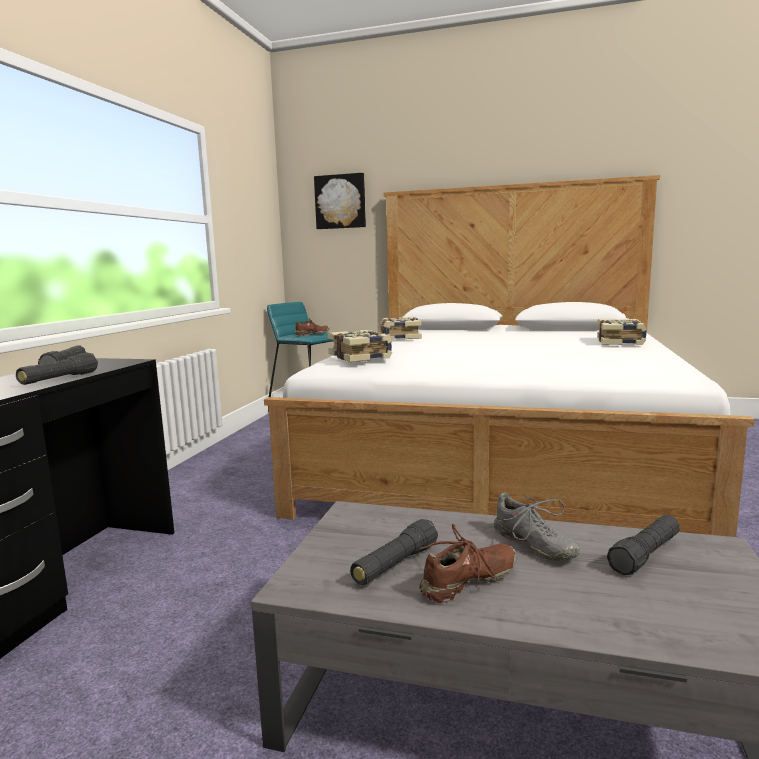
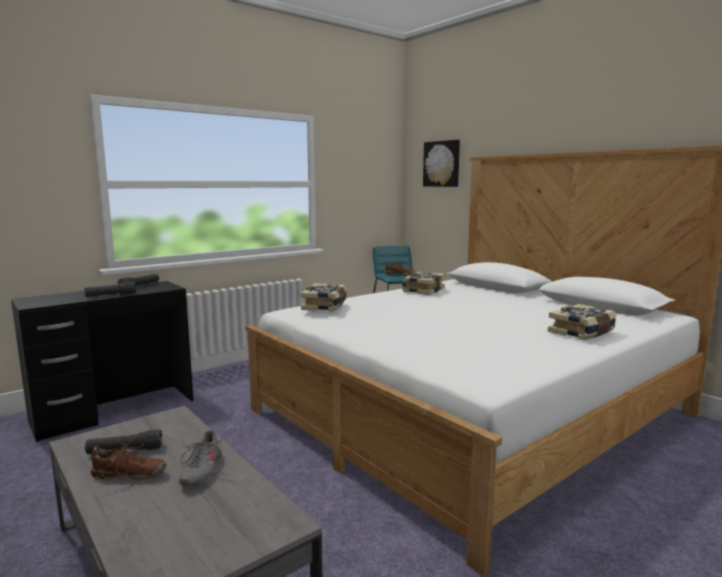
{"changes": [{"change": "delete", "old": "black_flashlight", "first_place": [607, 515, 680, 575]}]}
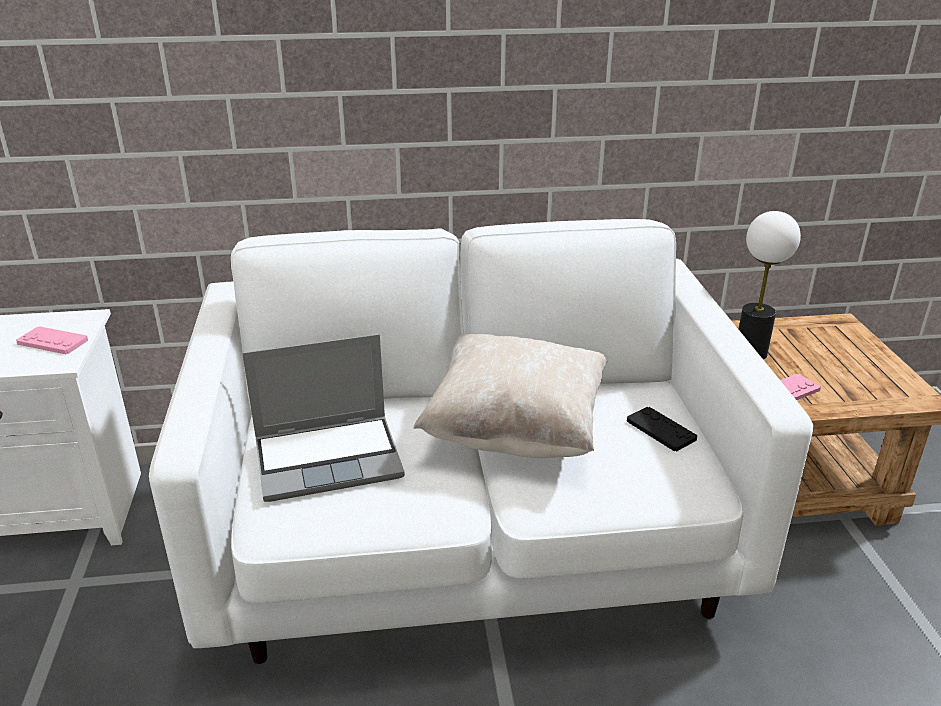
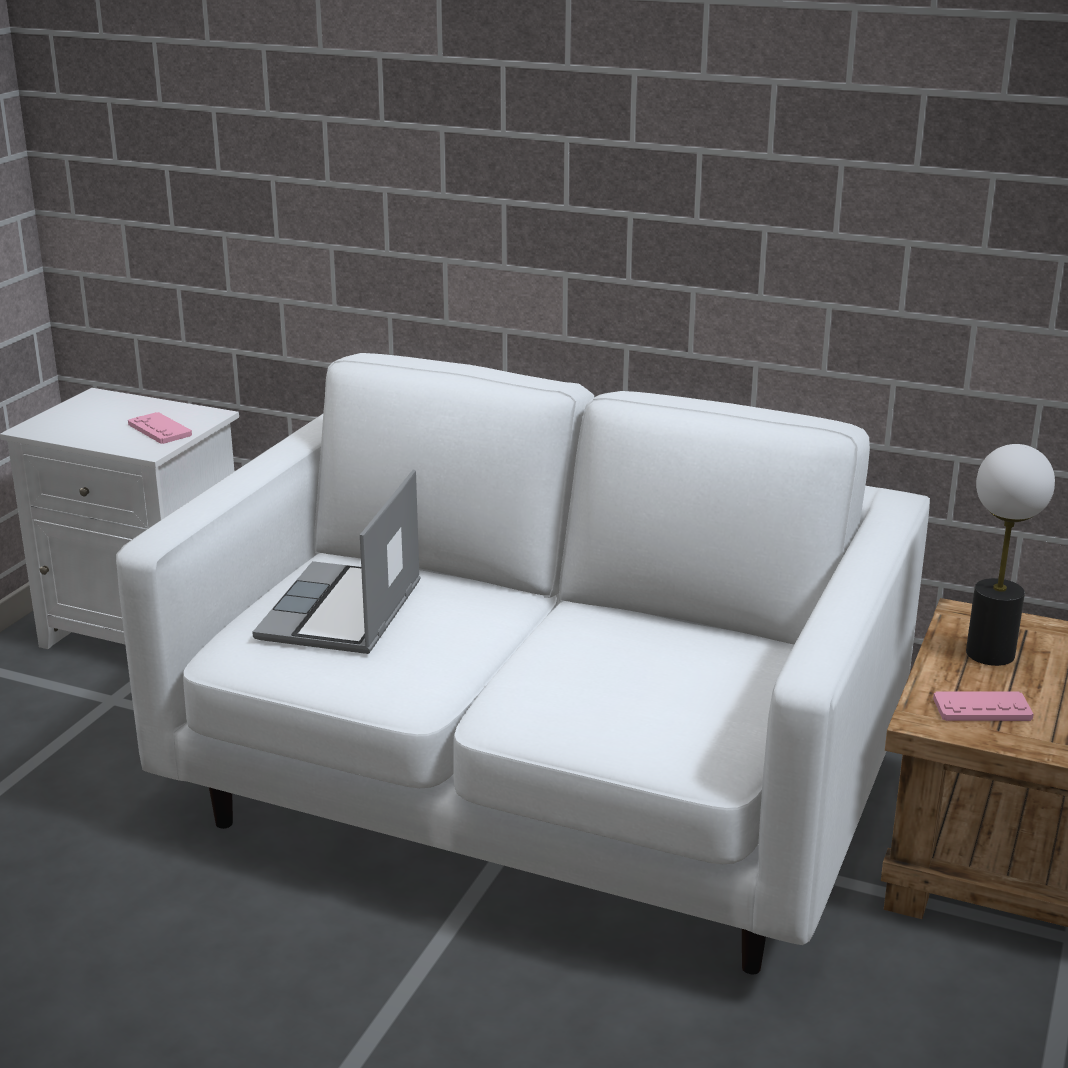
{"changes": [{"change": "rotate", "old": "laptop", "first_place": [242, 334, 405, 502], "second_place": [252, 470, 420, 654], "degrees": 90}, {"change": "delete", "old": "beige_pillow", "first_place": [413, 333, 607, 458]}, {"change": "delete", "old": "black_game_controller", "first_place": [627, 407, 697, 452]}]}
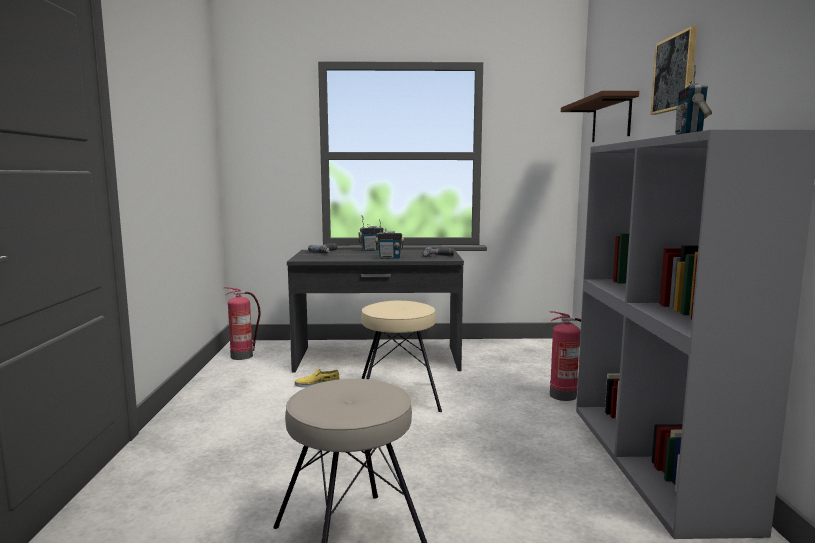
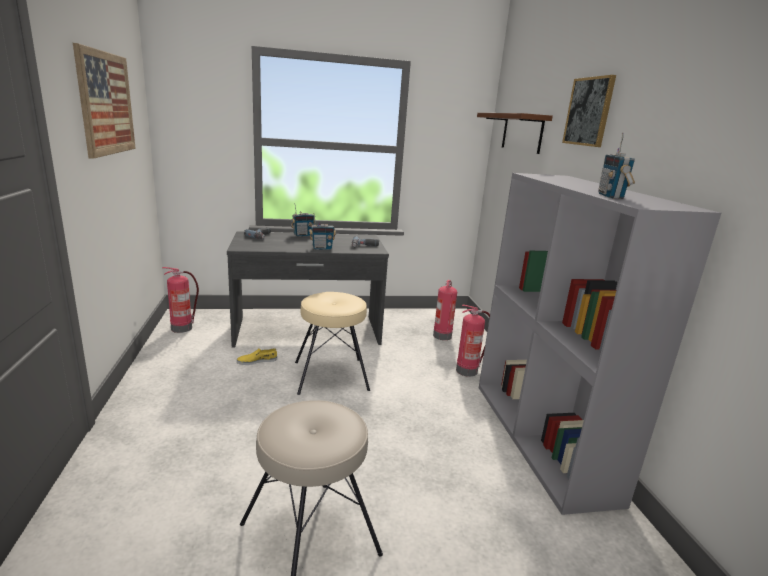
{"changes": [{"change": "insert", "new": "picture", "second_place": [73, 43, 136, 159]}, {"change": "insert", "new": "fire_extinguisher", "second_place": [433, 280, 457, 340]}]}
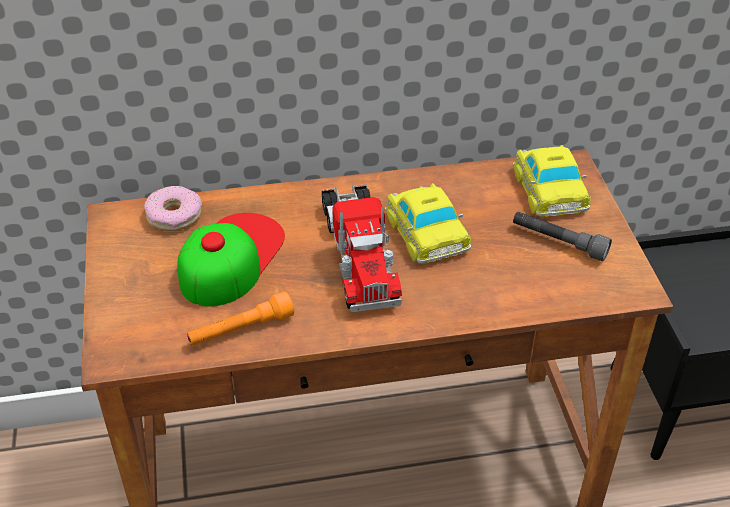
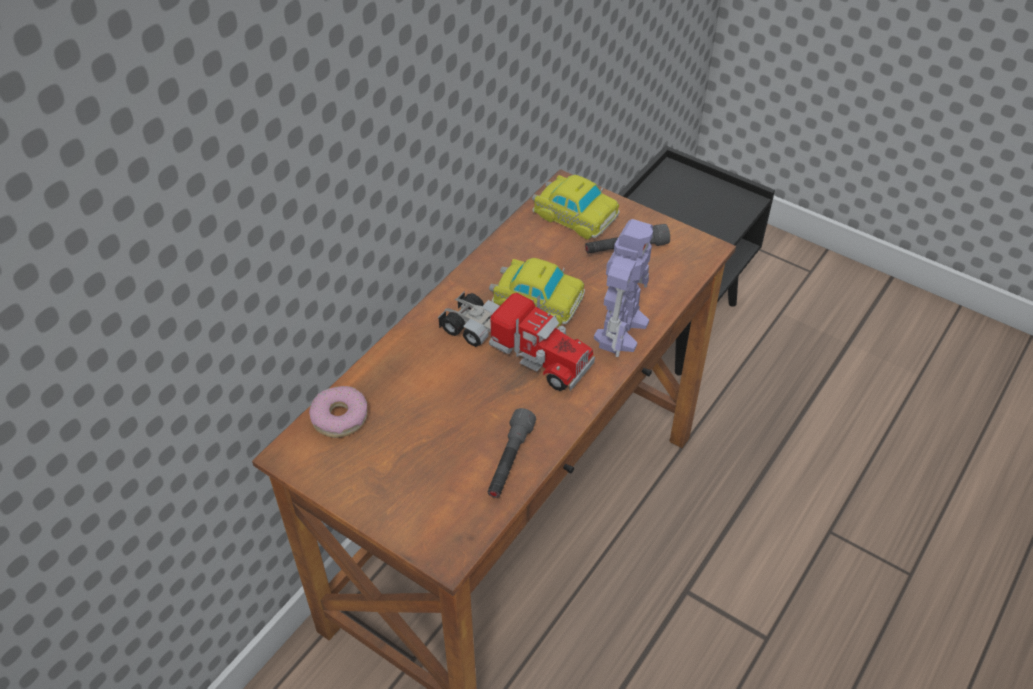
{"changes": [{"change": "recolor", "old": "orange_flashlight", "new": "grey_flashlight", "first_place": [187, 292, 294, 345], "second_place": [487, 408, 536, 498]}, {"change": "insert", "new": "toy_robot", "second_place": [594, 219, 653, 357]}, {"change": "delete", "old": "cap", "first_place": [177, 213, 285, 306]}]}
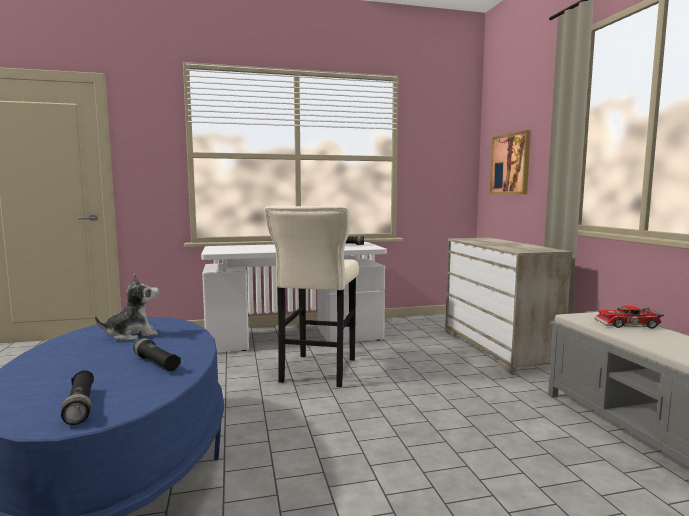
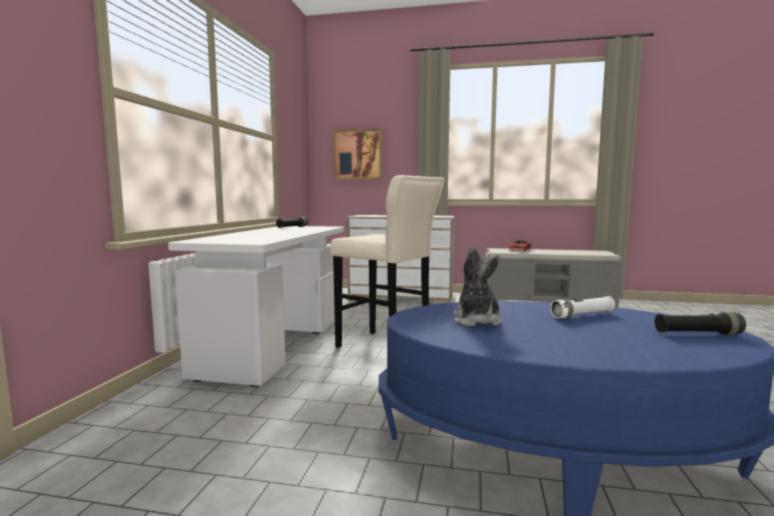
{"changes": [{"change": "recolor", "old": "black_flashlight", "new": "white_flashlight", "first_place": [133, 338, 181, 371], "second_place": [550, 296, 615, 319]}]}
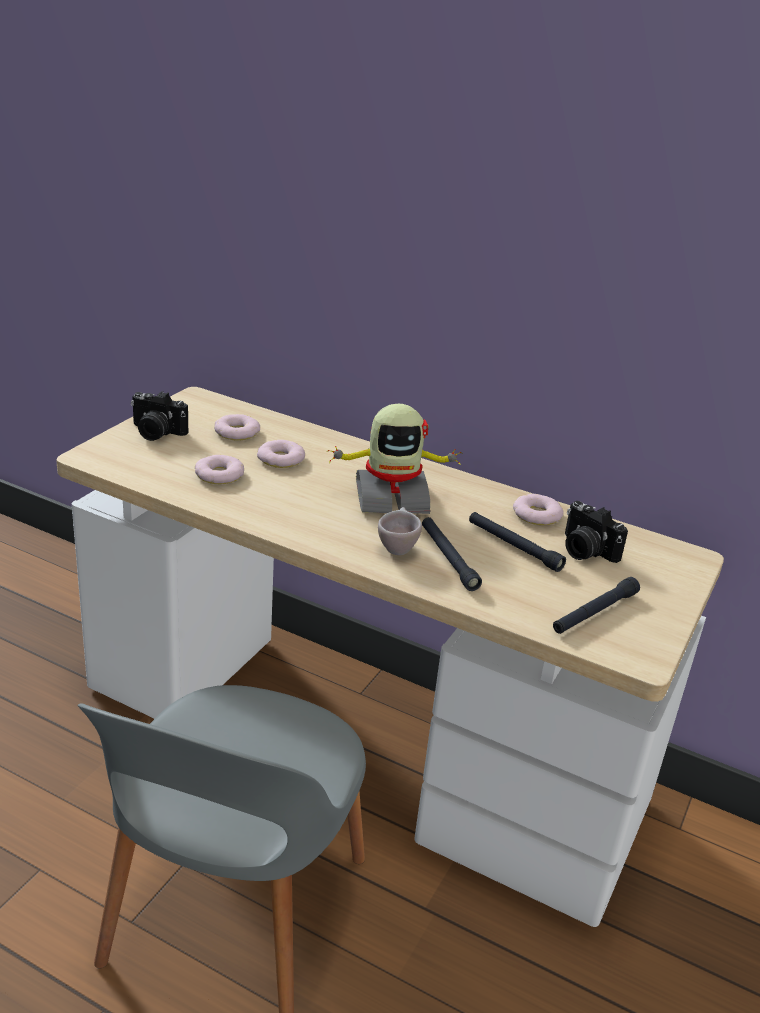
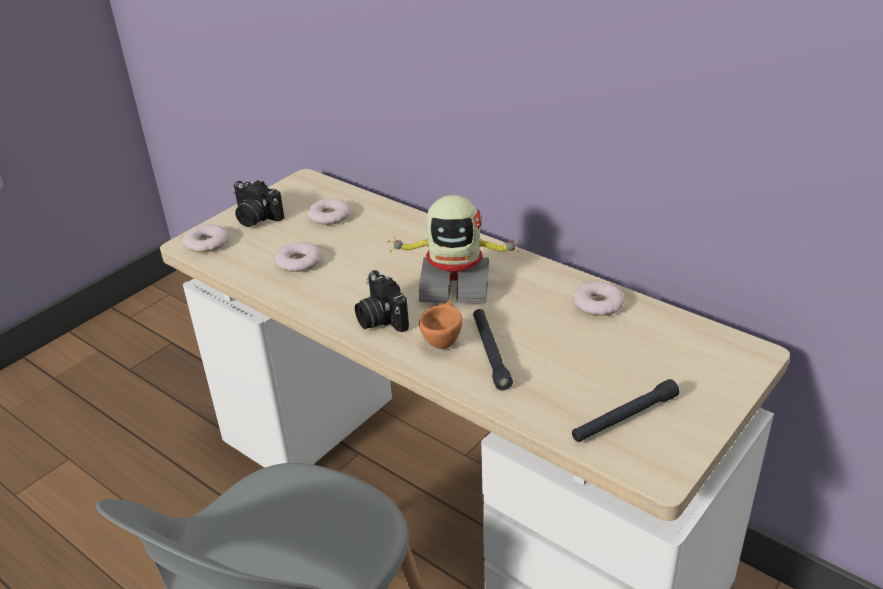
{"changes": [{"change": "move", "old": "donut", "first_place": [257, 440, 305, 468], "second_place": [182, 224, 228, 253]}, {"change": "move", "old": "photo_camera", "first_place": [565, 501, 628, 563], "second_place": [355, 270, 409, 332]}, {"change": "recolor", "old": "beige_cup", "new": "orange_cup", "first_place": [378, 507, 422, 555], "second_place": [419, 301, 462, 349]}, {"change": "delete", "old": "black_flashlight", "first_place": [469, 512, 566, 572]}]}
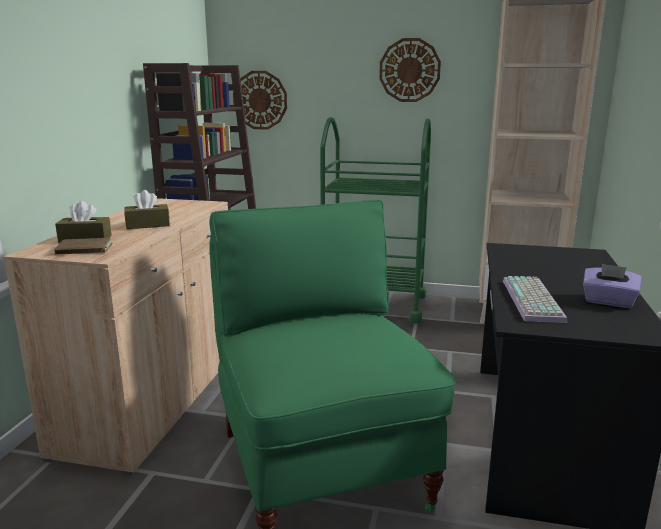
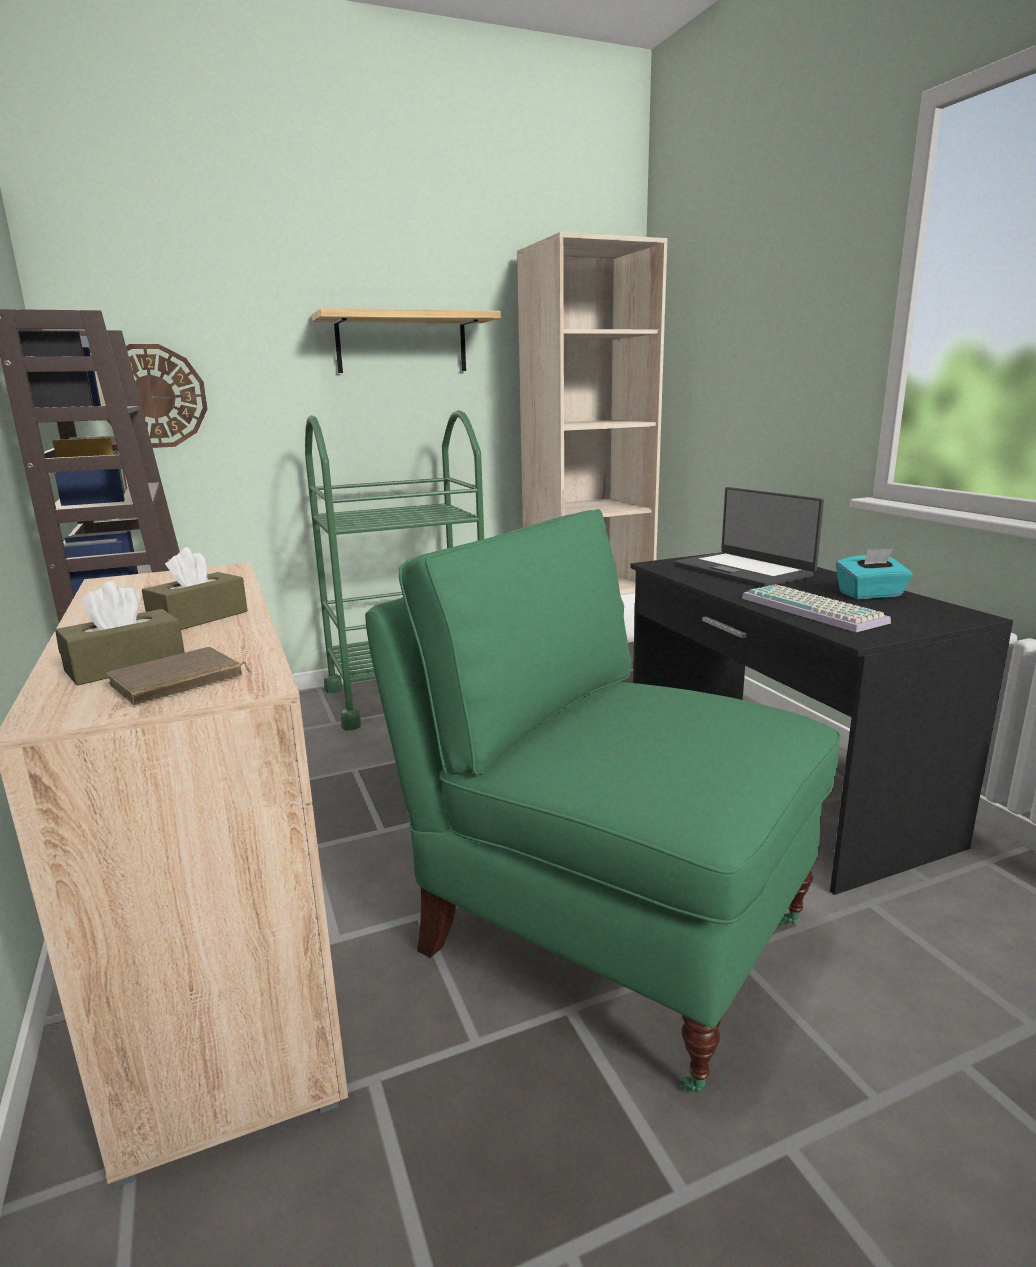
{"changes": [{"change": "replace", "old": "wall_clock", "new": "shelf", "first_place": [379, 38, 441, 102], "second_place": [312, 308, 501, 373]}, {"change": "insert", "new": "laptop", "second_place": [675, 487, 824, 587]}, {"change": "recolor", "old": "purple_tissue_box", "new": "turquoise_tissue_box", "first_place": [583, 264, 641, 308], "second_place": [836, 549, 913, 599]}]}
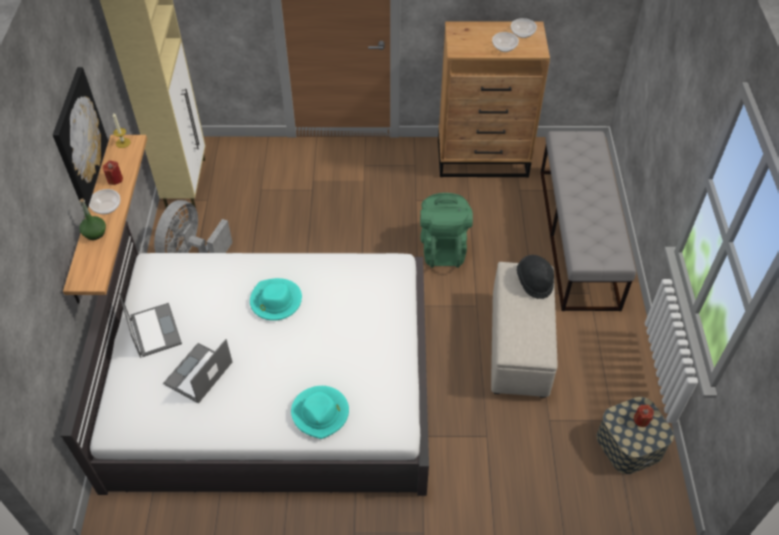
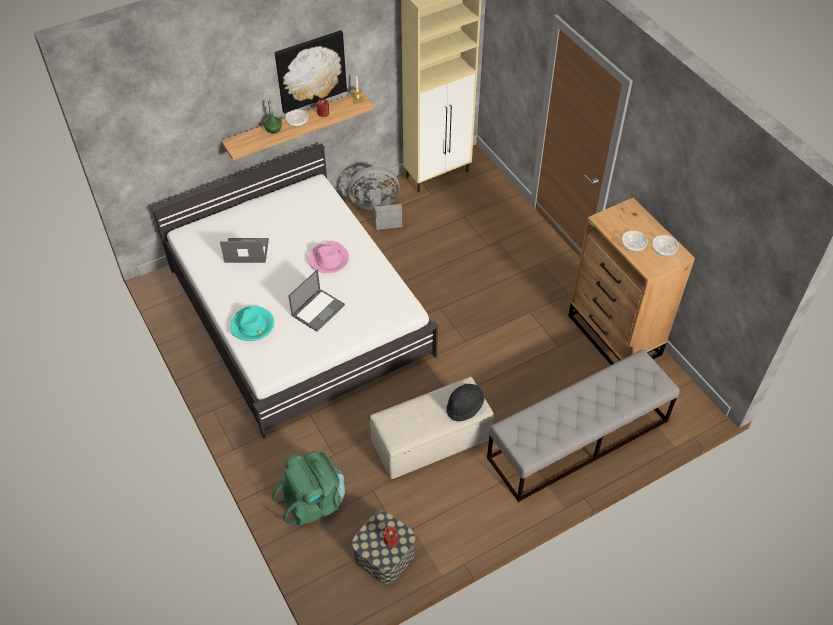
{"changes": [{"change": "move", "old": "green_backpack", "first_place": [420, 193, 473, 268], "second_place": [272, 451, 345, 526]}, {"change": "move", "old": "laptop", "first_place": [119, 293, 182, 358], "second_place": [288, 269, 345, 332]}, {"change": "recolor", "old": "turquoise_hat", "new": "pink_hat", "first_place": [250, 278, 302, 321], "second_place": [308, 242, 349, 273]}]}
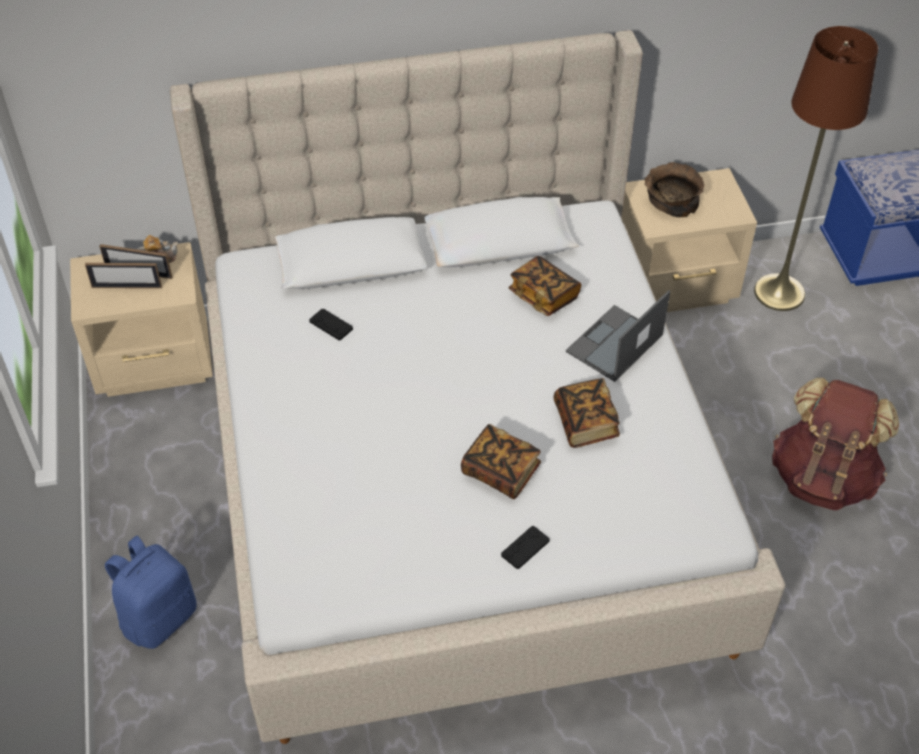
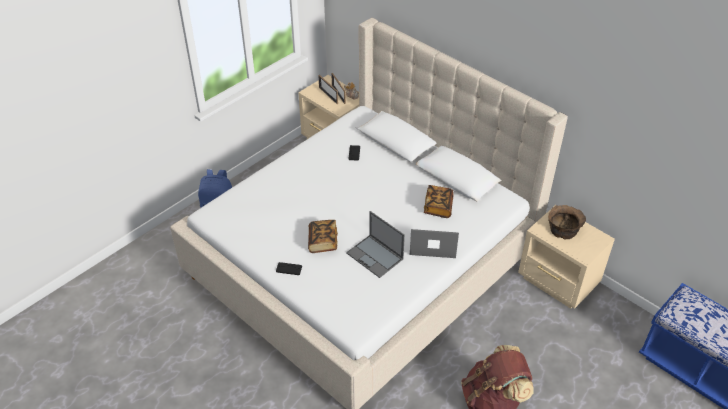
{"changes": [{"change": "replace", "old": "book", "new": "laptop", "first_place": [554, 378, 620, 448], "second_place": [346, 211, 405, 278]}, {"change": "delete", "old": "brown_floor_lamp", "first_place": [754, 26, 878, 311]}]}
